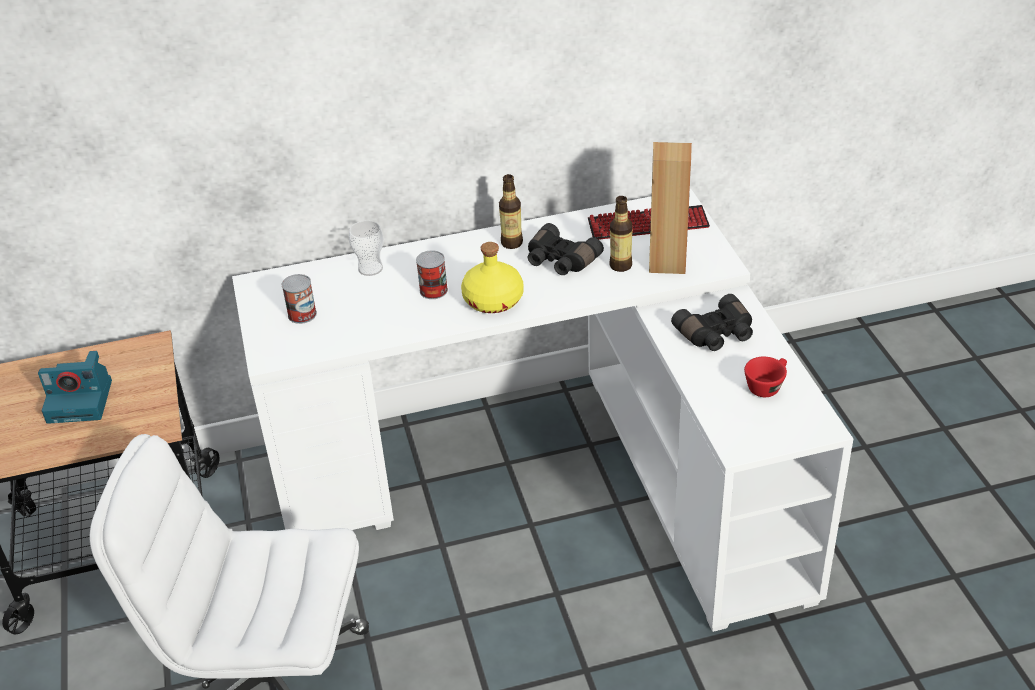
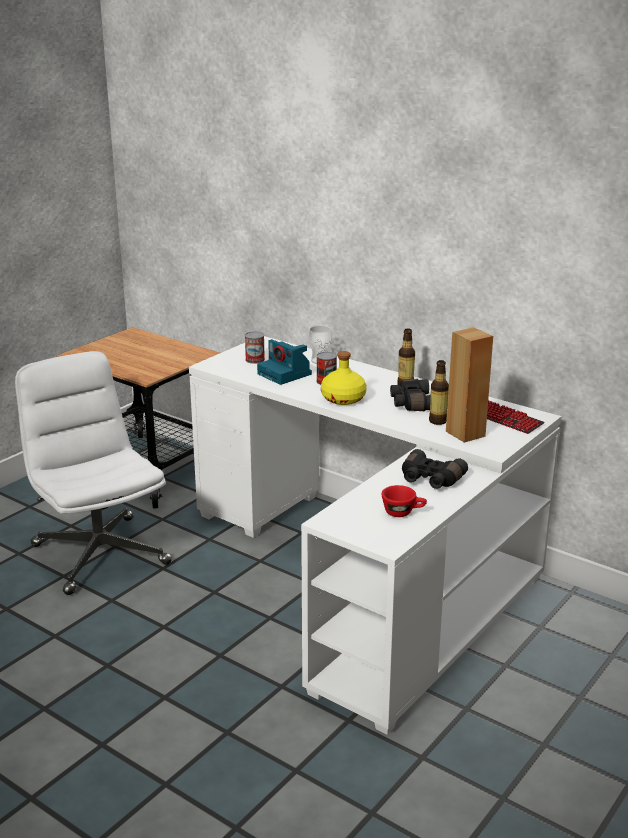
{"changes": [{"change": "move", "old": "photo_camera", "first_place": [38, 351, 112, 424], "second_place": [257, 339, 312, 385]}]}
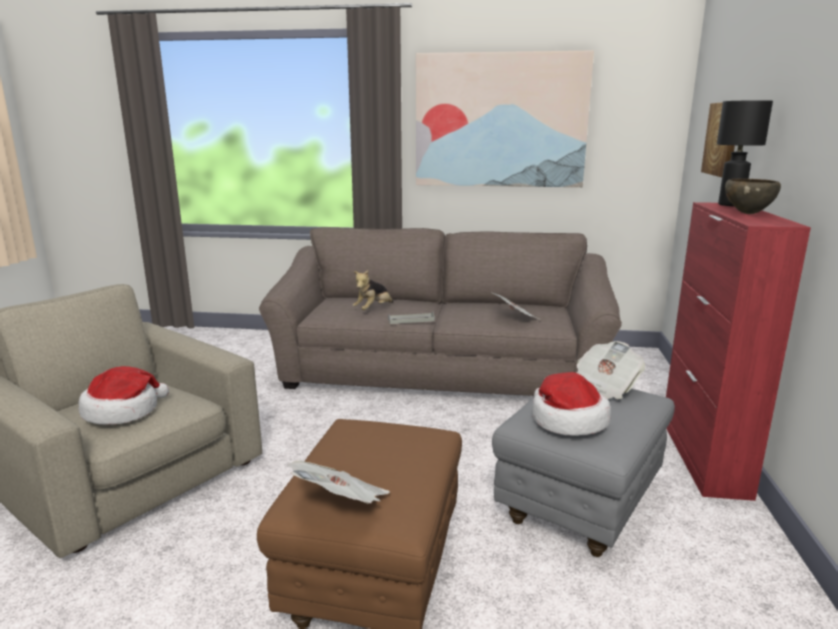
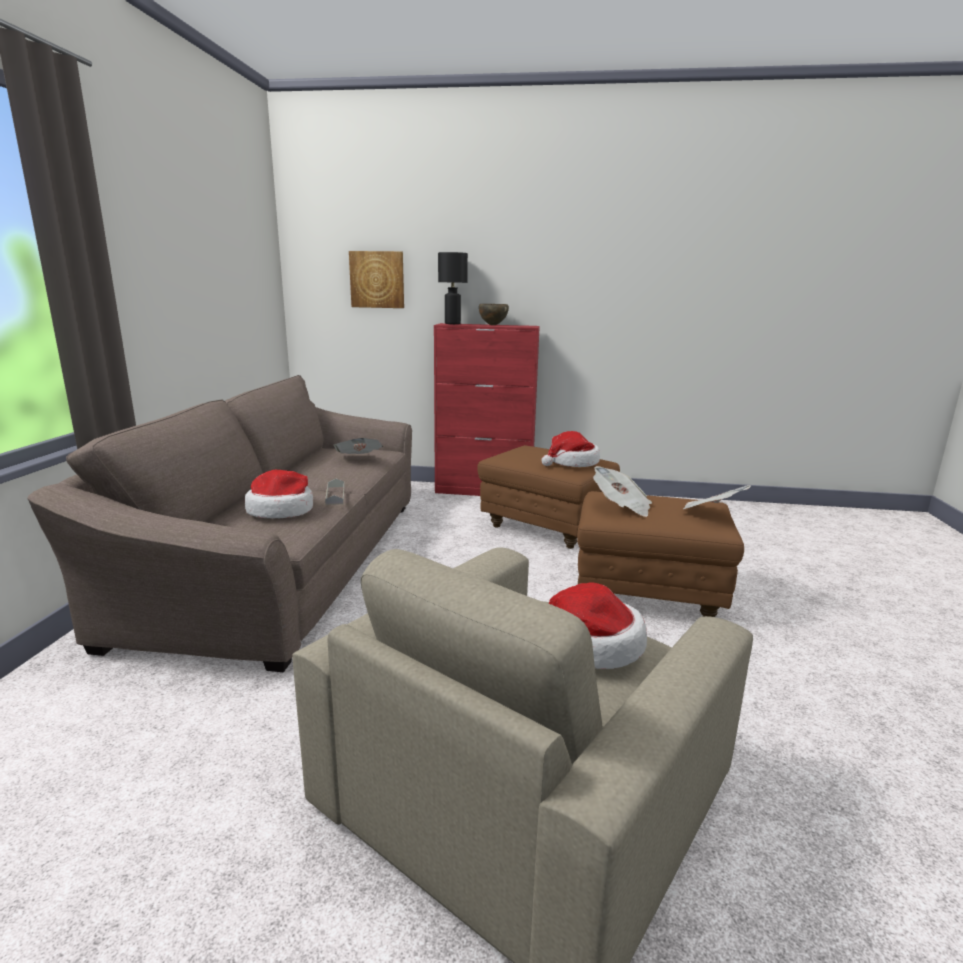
{"changes": [{"change": "replace", "old": "plush_toy", "new": "hat", "first_place": [353, 270, 393, 310], "second_place": [245, 470, 313, 519]}, {"change": "recolor", "old": "grey_ottoman", "new": "brown_ottoman", "first_place": [492, 389, 675, 557], "second_place": [477, 445, 620, 549]}, {"change": "move", "old": "newspaper", "first_place": [576, 341, 645, 399], "second_place": [593, 466, 652, 517]}, {"change": "delete", "old": "picture", "first_place": [416, 51, 594, 187]}]}
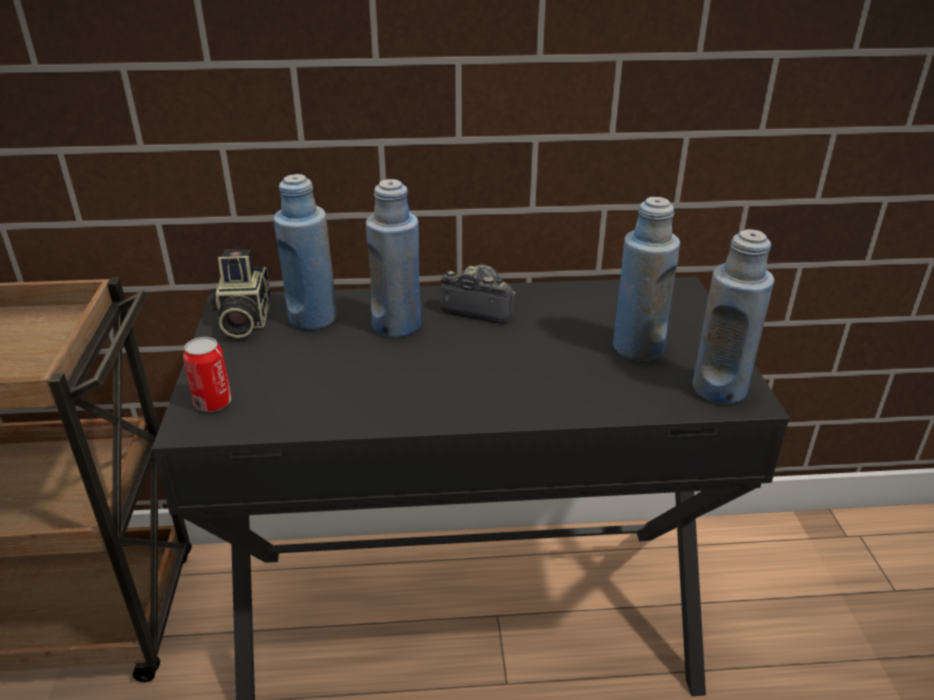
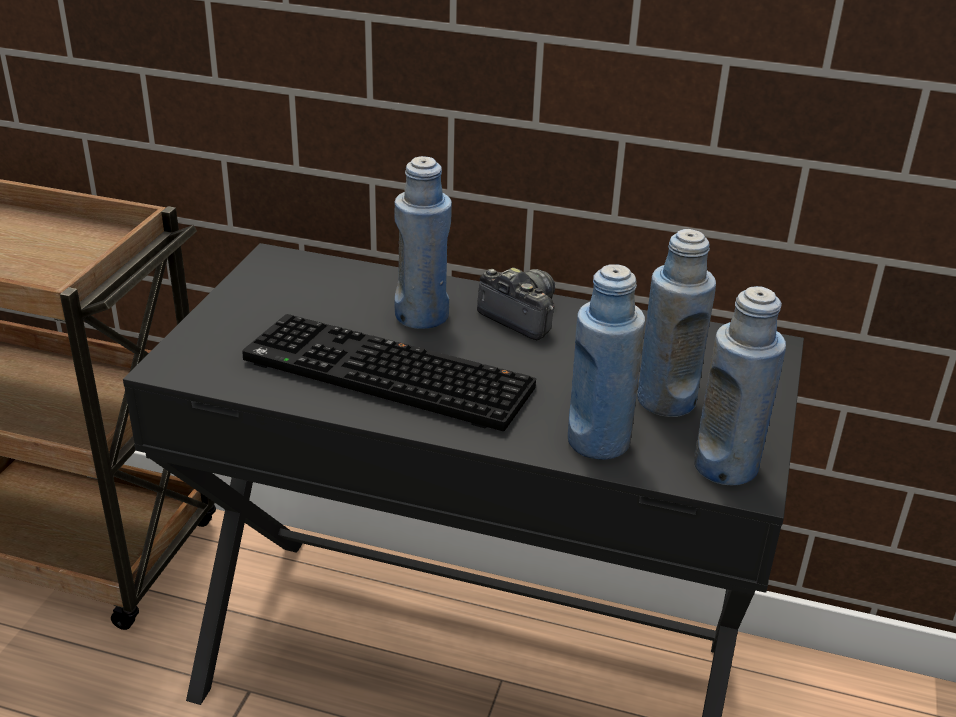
{"changes": [{"change": "insert", "new": "keyboard", "second_place": [242, 314, 536, 431]}, {"change": "move", "old": "blue_bottle", "first_place": [274, 174, 337, 330], "second_place": [568, 264, 645, 460]}, {"change": "delete", "old": "can", "first_place": [183, 337, 232, 412]}, {"change": "delete", "old": "photo_camera", "first_place": [211, 249, 271, 338]}]}
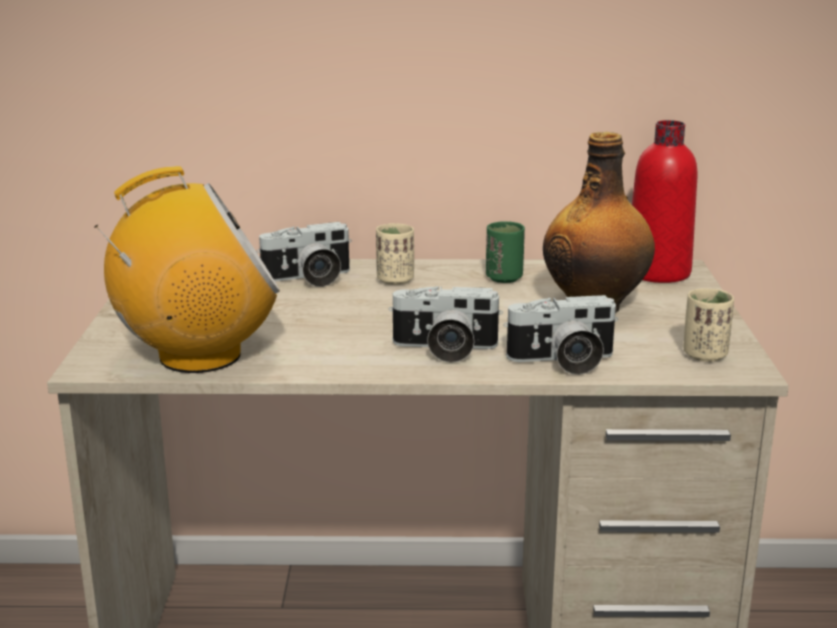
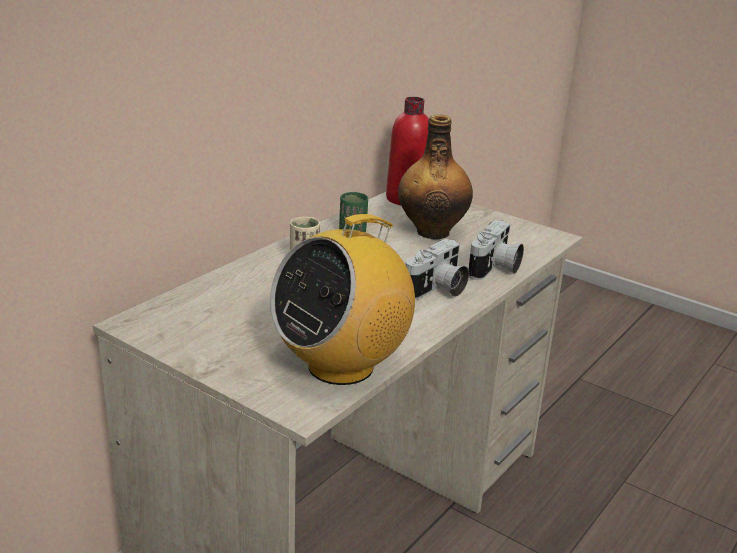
{"changes": [{"change": "rotate", "old": "radio", "first_place": [94, 166, 280, 373], "second_place": [270, 214, 415, 385], "degrees": -150}, {"change": "delete", "old": "photo_camera", "first_place": [256, 222, 352, 287]}, {"change": "delete", "old": "beige_cup", "first_place": [683, 288, 734, 362]}]}
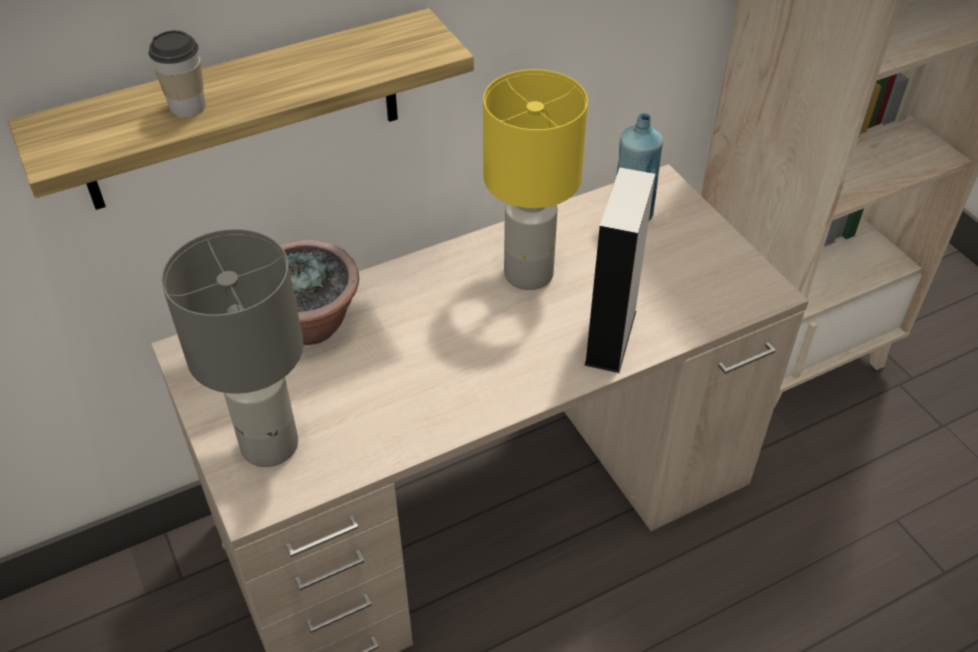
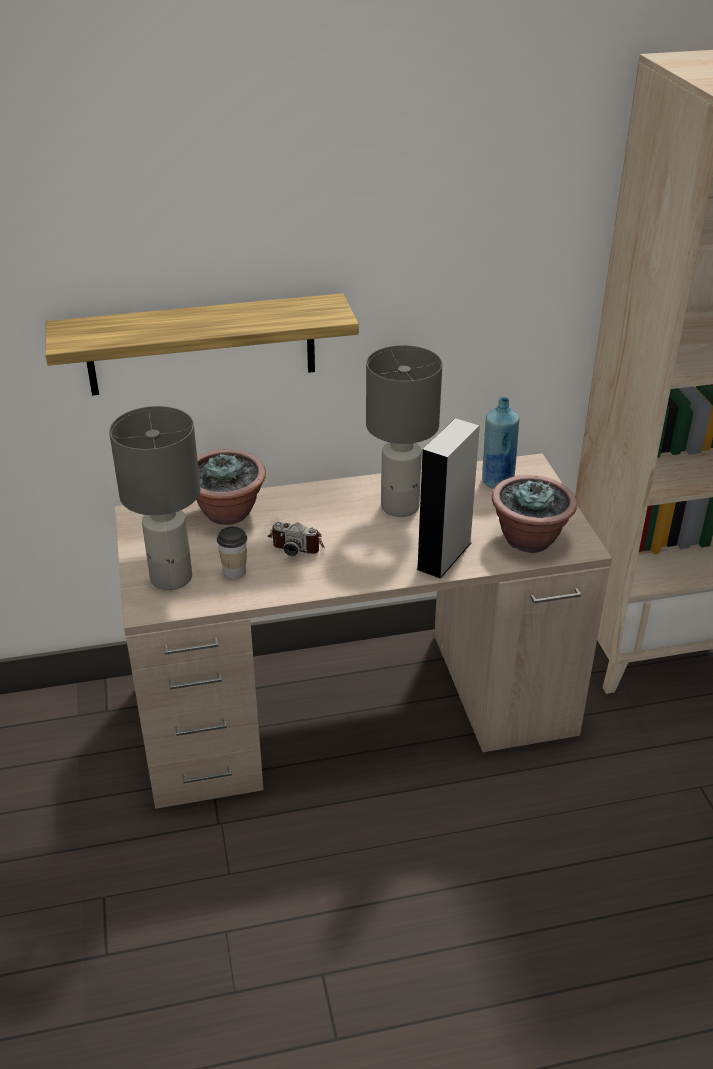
{"changes": [{"change": "move", "old": "cup", "first_place": [149, 30, 206, 117], "second_place": [217, 526, 247, 579]}, {"change": "insert", "new": "photo_camera", "second_place": [268, 522, 324, 556]}, {"change": "recolor", "old": "yellow_table_lamp", "new": "grey_table_lamp", "first_place": [483, 69, 588, 290], "second_place": [366, 345, 442, 517]}, {"change": "insert", "new": "potted_plant", "second_place": [492, 475, 577, 553]}]}
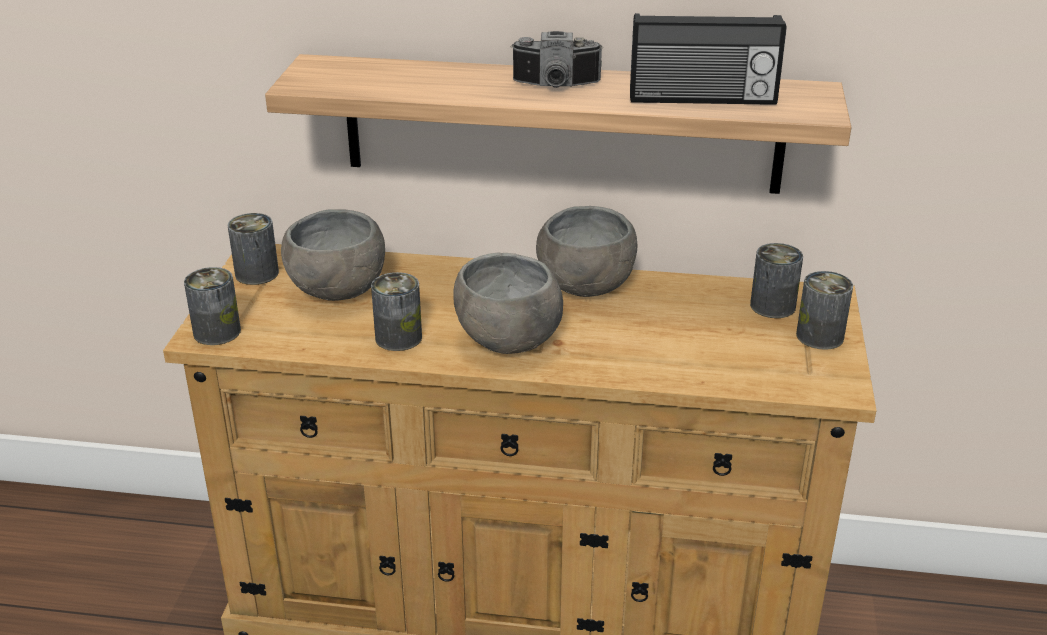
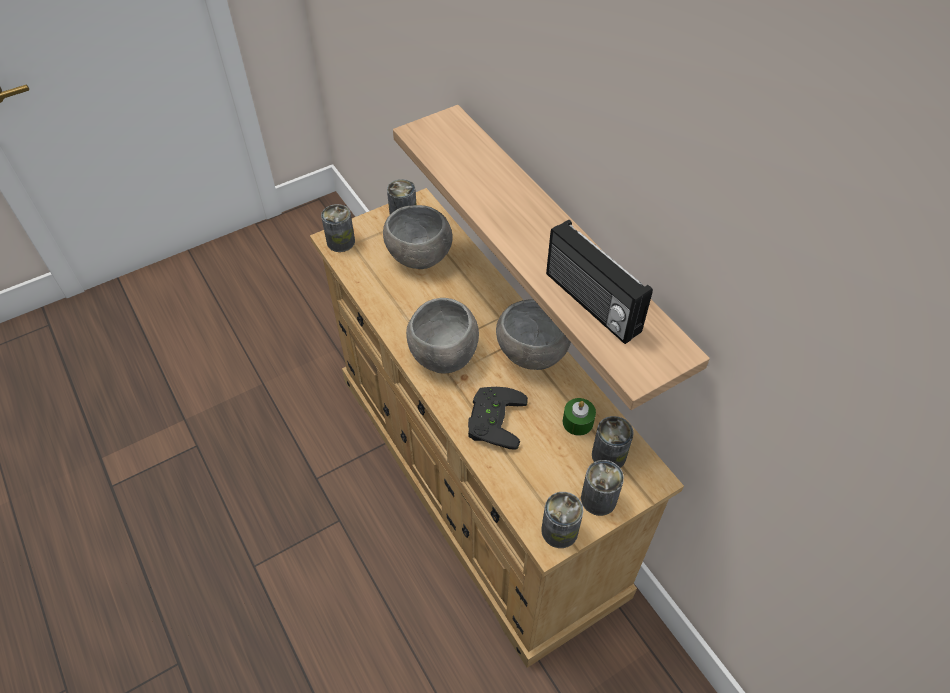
{"changes": [{"change": "insert", "new": "black_game_controller", "second_place": [468, 387, 528, 450]}, {"change": "move", "old": "can", "first_place": [371, 272, 422, 351], "second_place": [541, 492, 583, 548]}, {"change": "insert", "new": "green_candle", "second_place": [563, 398, 596, 436]}, {"change": "delete", "old": "photo_camera", "first_place": [511, 31, 603, 88]}]}
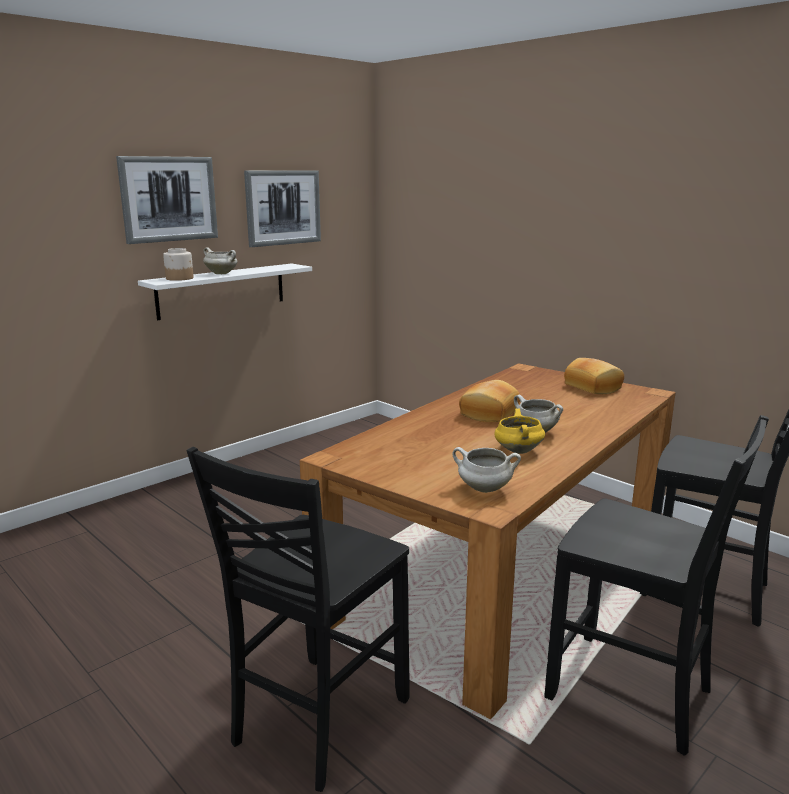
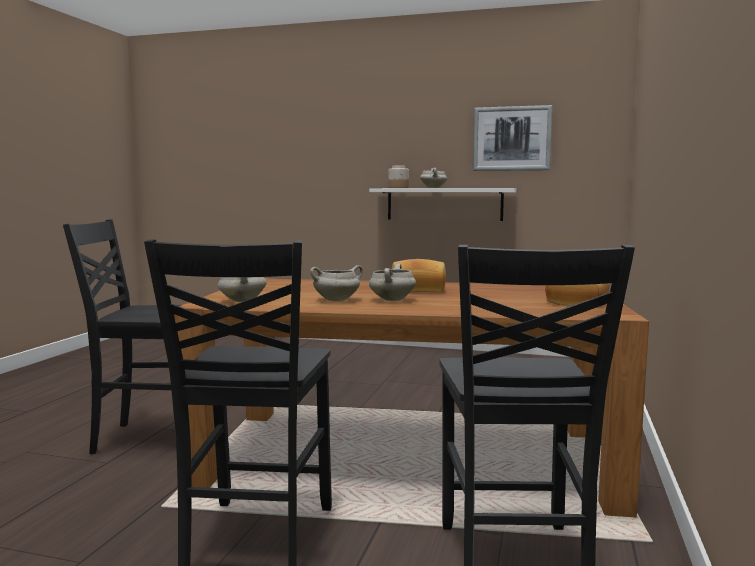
{"changes": [{"change": "recolor", "old": "yellow_cooking_pot", "new": "white_cooking_pot", "first_place": [494, 409, 545, 454], "second_place": [310, 265, 363, 302]}, {"change": "delete", "old": "picture", "first_place": [116, 156, 218, 244]}]}
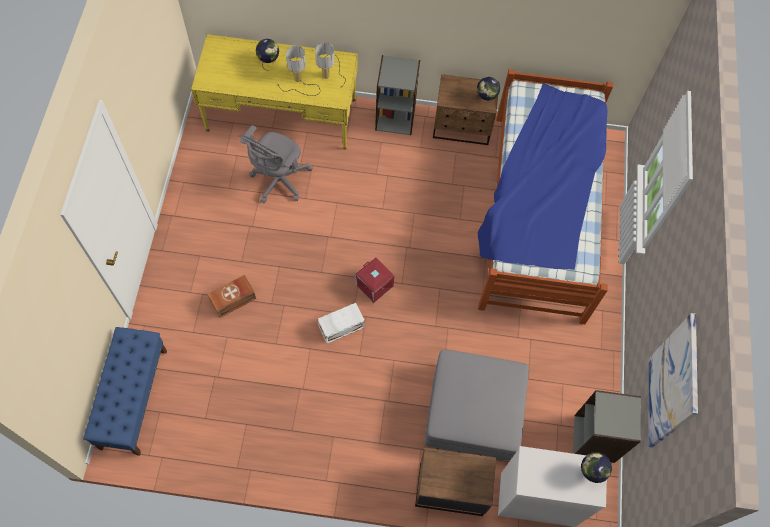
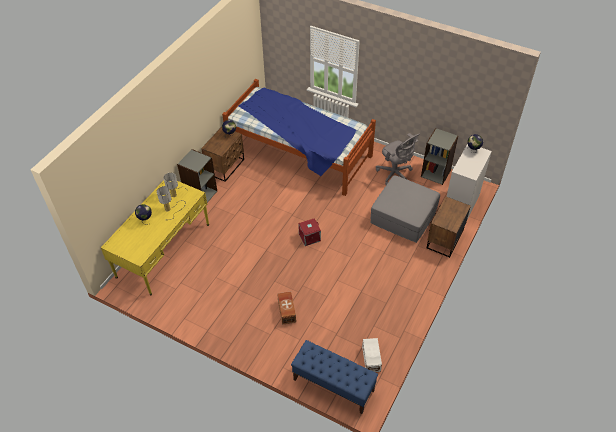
{"changes": [{"change": "move", "old": "white_storage_box", "first_place": [318, 303, 365, 344], "second_place": [362, 338, 382, 372]}, {"change": "move", "old": "grey_office_chair", "first_place": [239, 125, 313, 203], "second_place": [376, 133, 420, 185]}, {"change": "delete", "old": "picture", "first_place": [648, 313, 698, 447]}]}
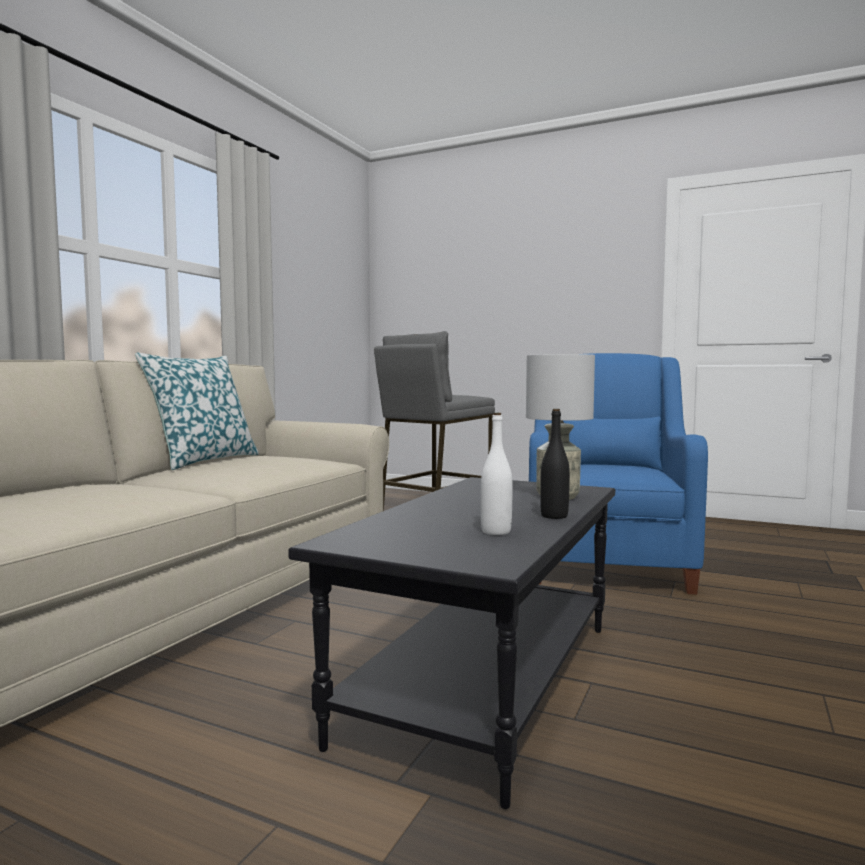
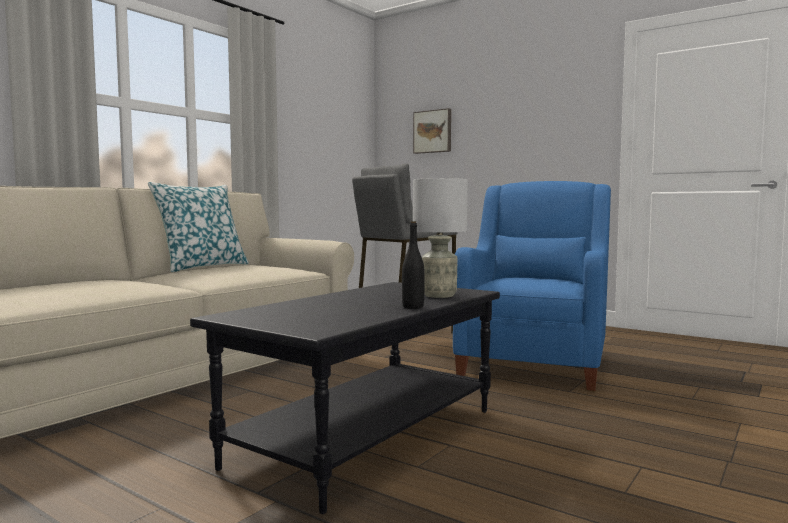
{"changes": [{"change": "insert", "new": "picture", "second_place": [413, 108, 451, 154]}, {"change": "delete", "old": "white_bottle", "first_place": [481, 413, 513, 535]}]}
